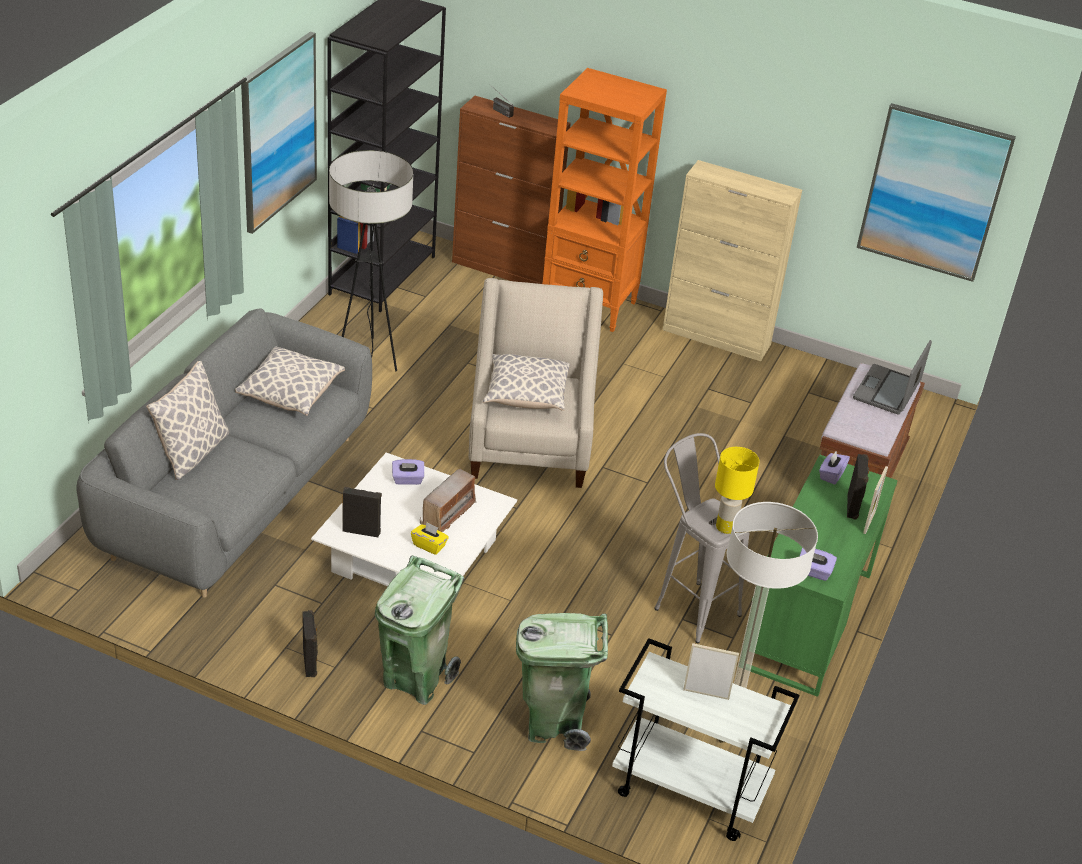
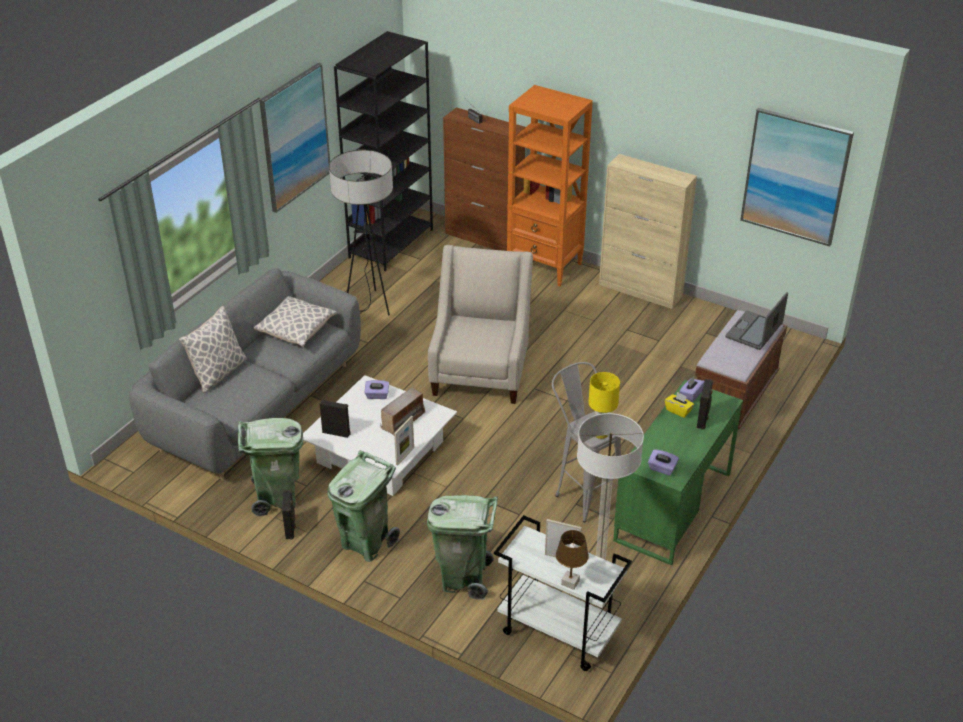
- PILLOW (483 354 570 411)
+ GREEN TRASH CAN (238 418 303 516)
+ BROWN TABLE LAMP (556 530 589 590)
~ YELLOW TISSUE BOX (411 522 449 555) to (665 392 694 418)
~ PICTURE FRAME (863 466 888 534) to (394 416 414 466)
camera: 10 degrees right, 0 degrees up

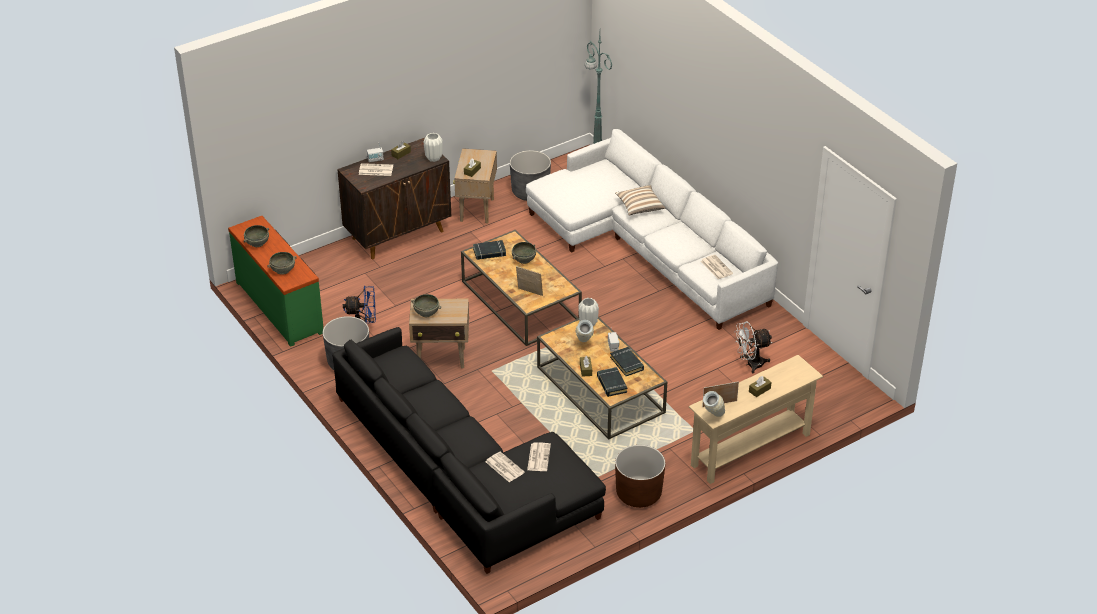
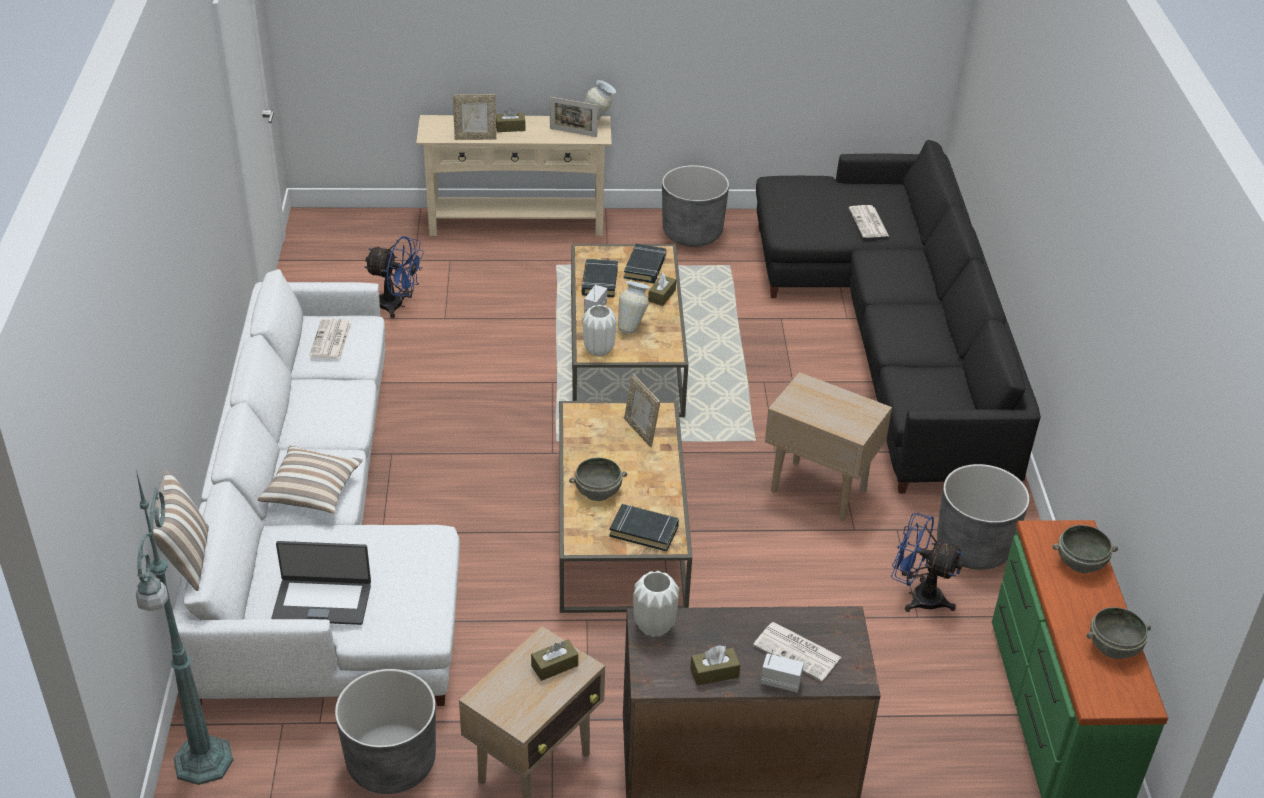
- GREY BOWL (411 294 441 317)
- NEWSPAPER (527 442 551 471)
+ PILLOW (153 470 209 591)
+ LAPTOP (271 541 371 625)
+ PICTURE FRAME (453 94 496 140)
~ BROWN PLANTER (615 445 665 508) to GREY PLANTER (662 165 729 247)
~ WHITE FAN (734 321 772 373) to BLUE FAN (364 236 424 318)
camera: 150 degrees left, 0 degrees up

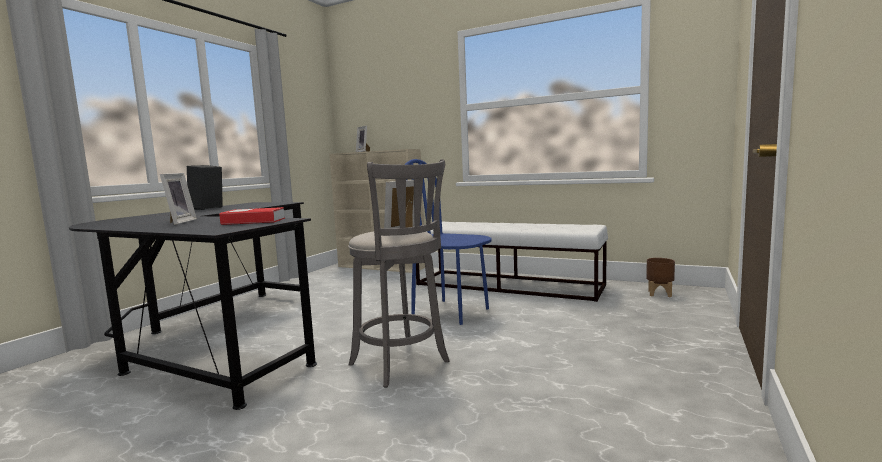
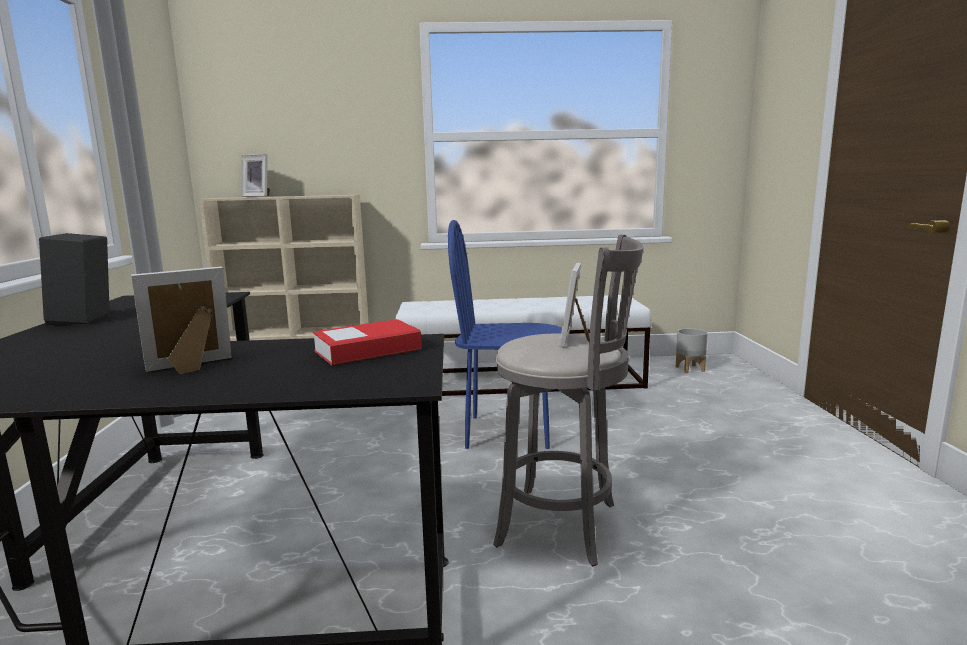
~ BROWN PLANTER (646 258 675 297) to GREY PLANTER (676 328 708 373)
~ PICTURE FRAME (160 173 197 225) = (131 266 232 374) 90 degrees counterclockwise
camera: 30 degrees left, 5 degrees up

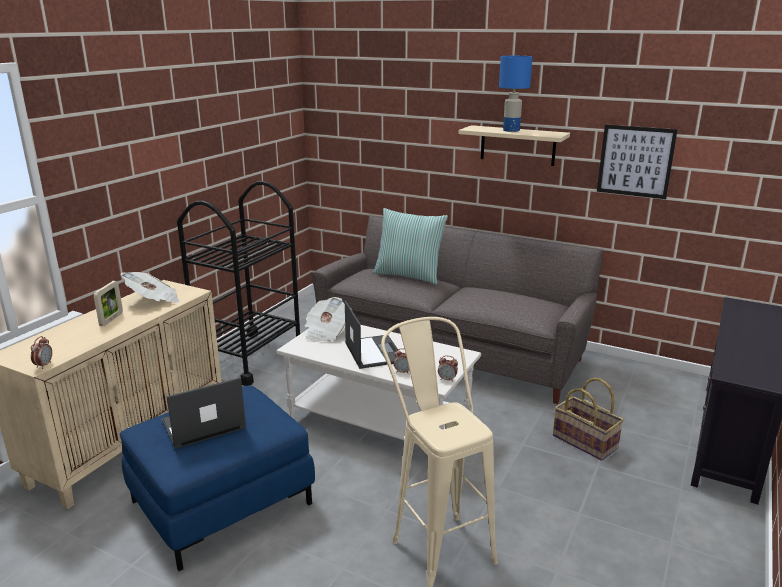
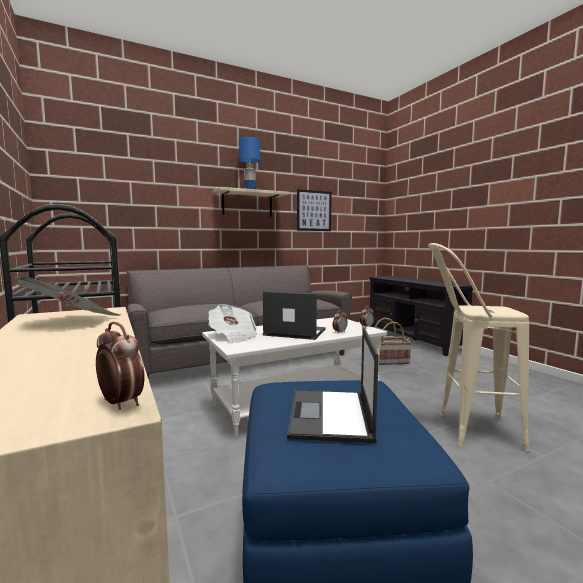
- PICTURE FRAME (94 281 123 326)
- PILLOW (373 208 448 285)
camera: 55 degrees left, 15 degrees down

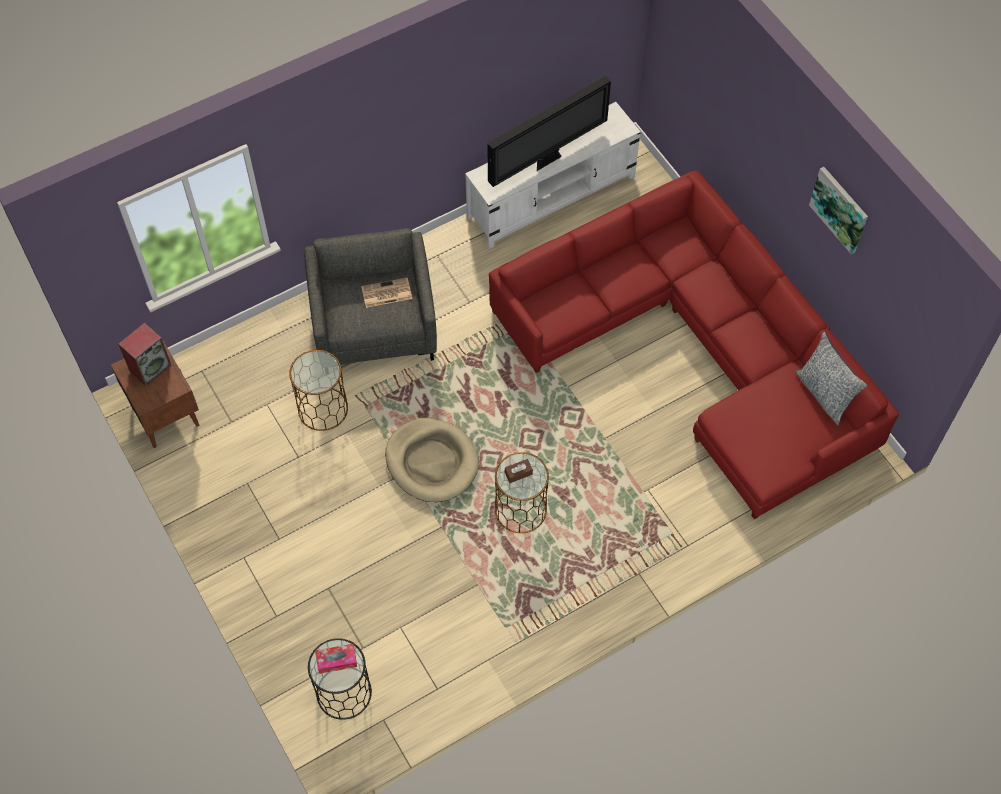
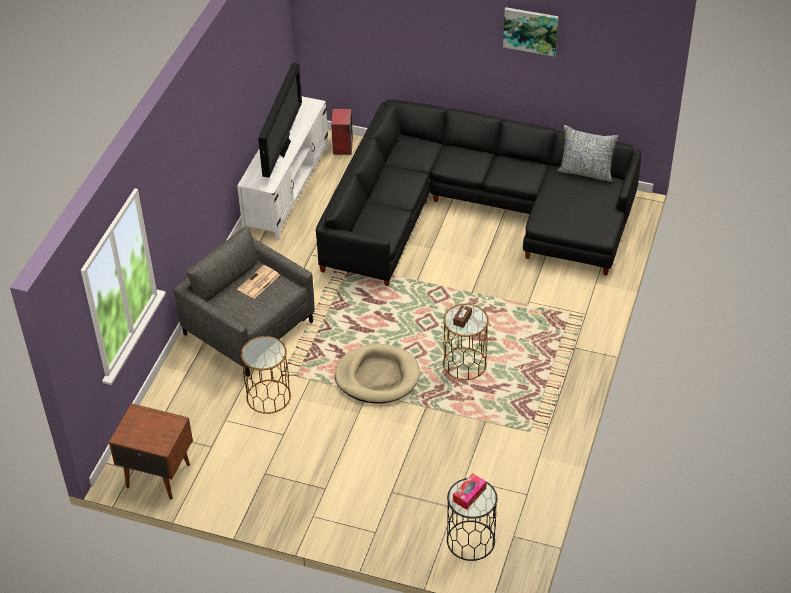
~ SPEAKER (118 323 172 386) to (331 109 353 155)
~ RED SOFA (489 170 899 519) to BLACK SOFA (316 99 641 286)
camera: 40 degrees left, 15 degrees down

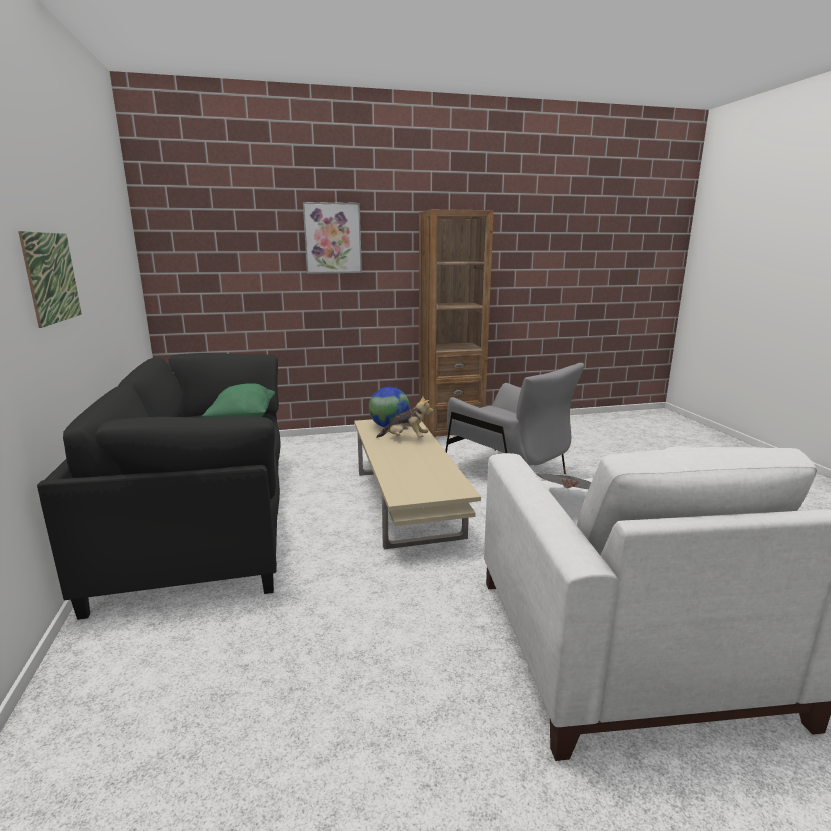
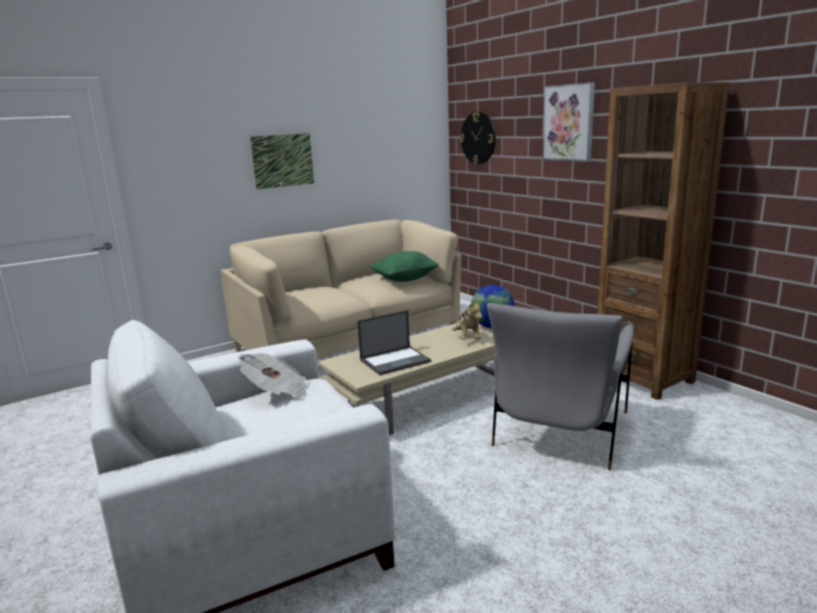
+ LAPTOP (357 310 431 375)
+ WALL CLOCK (460 112 496 164)
~ BLACK SOFA (37 353 281 620) to BEIGE SOFA (221 220 462 359)
camera: 70 degrees right, 0 degrees up

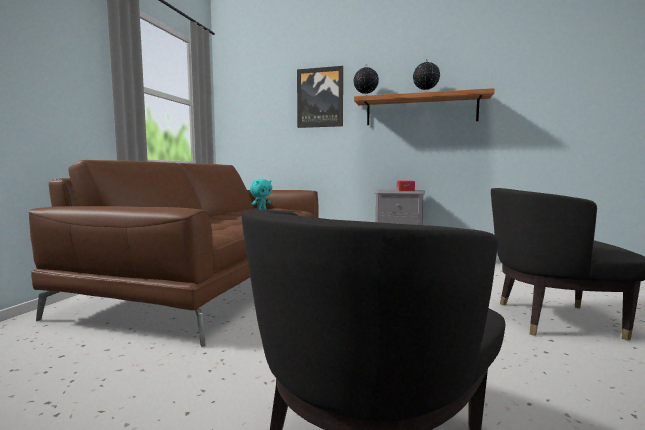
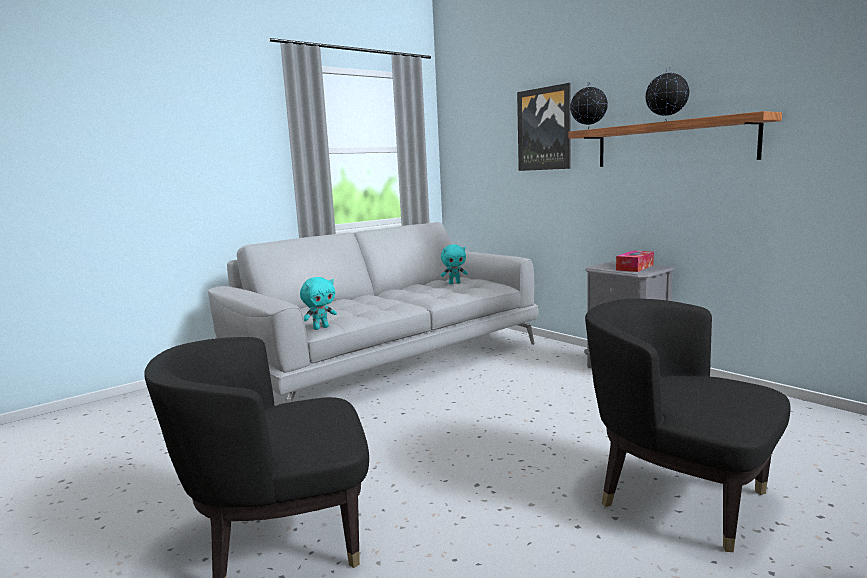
+ TURQUOISE PLUSH TOY (300 277 337 330)
~ BROWN SOFA (28 160 319 347) to GREY SOFA (208 222 539 403)
camera: 35 degrees right, 5 degrees up

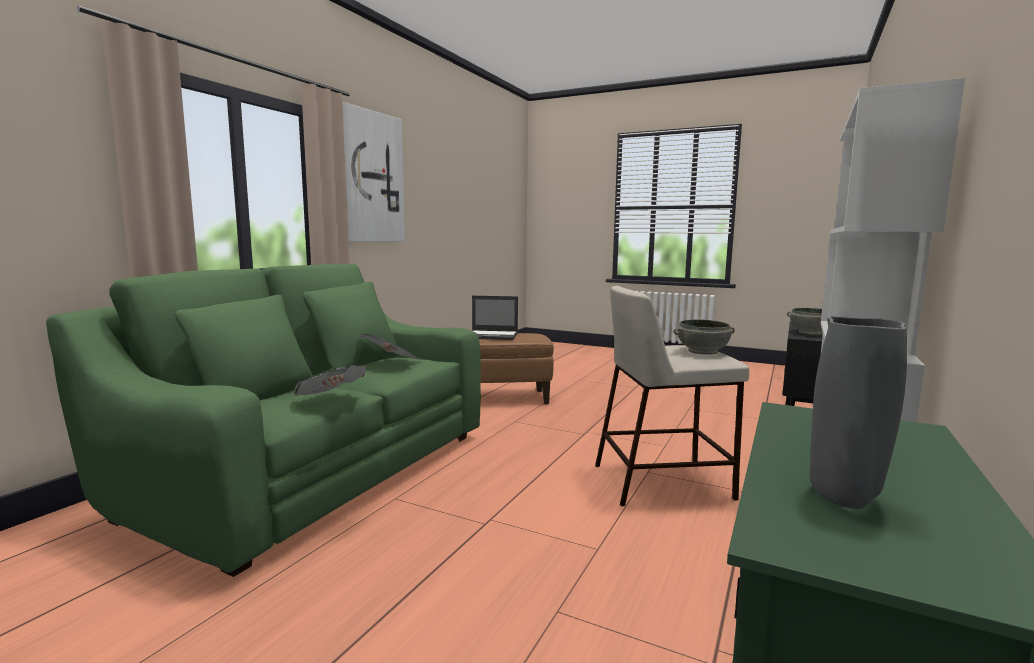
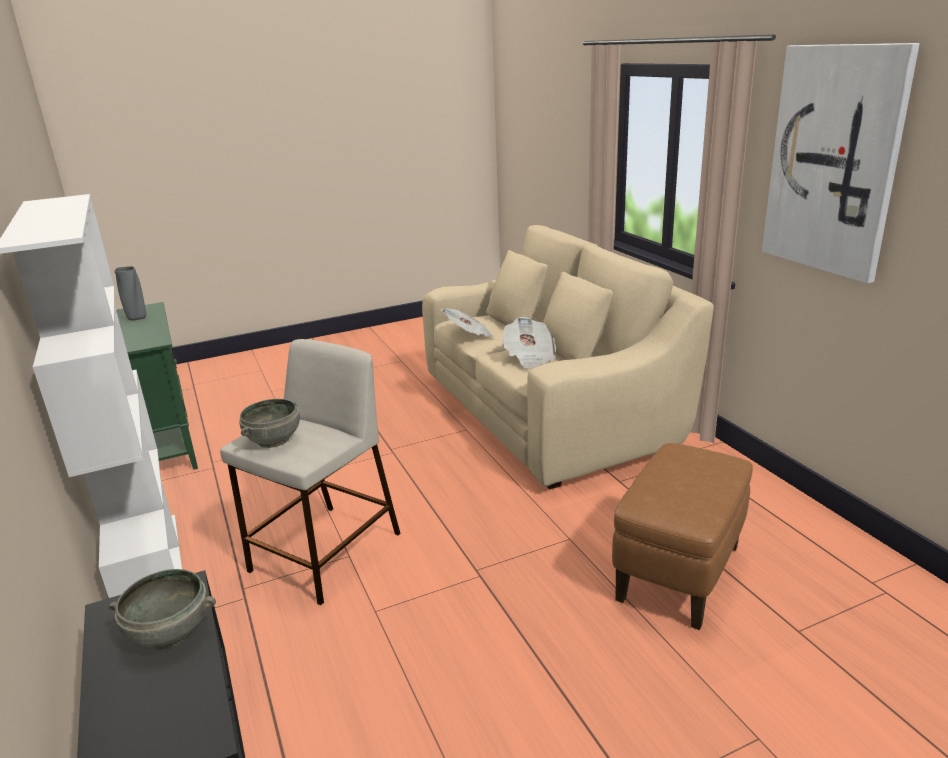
- LAPTOP (472 296 518 340)
~ GREEN SOFA (46 264 481 577) to BEIGE SOFA (422 225 714 490)
camera: 130 degrees right, 15 degrees up

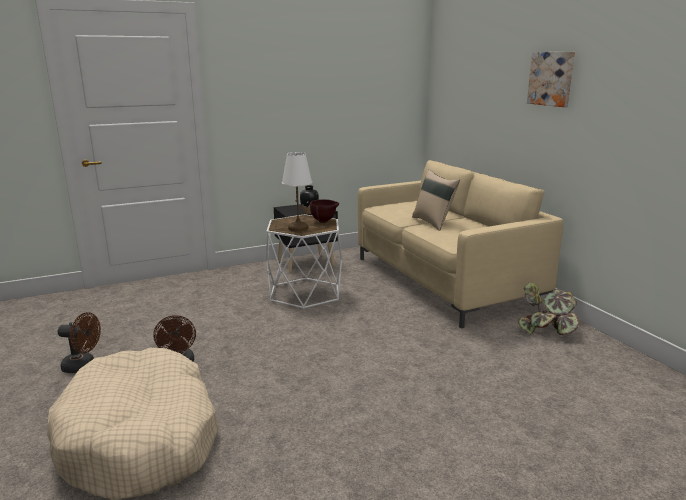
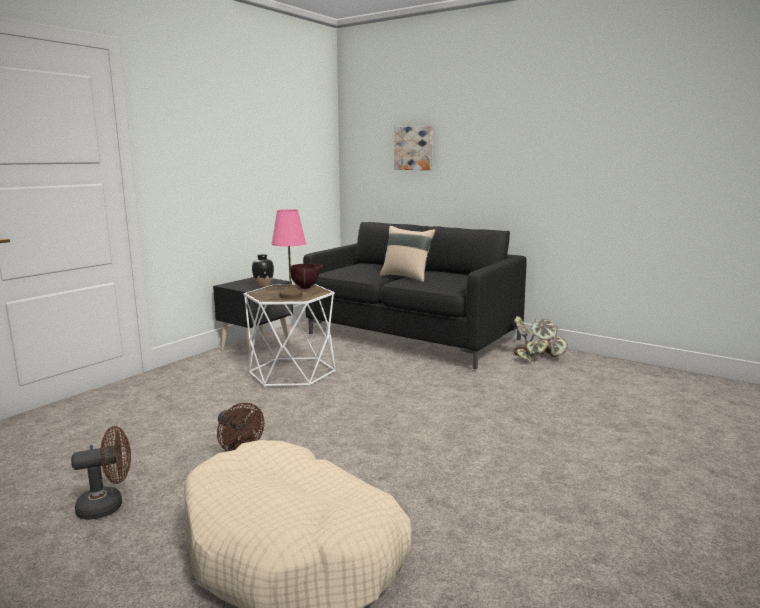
~ PICTURE (527 52 575 107) to (394 126 433 170)
~ WHITE TABLE LAMP (282 152 312 232) to PINK TABLE LAMP (271 209 306 299)
~ BEIGE SOFA (358 160 563 329) to BLACK SOFA (303 222 527 370)
camera: 30 degrees left, 5 degrees down

